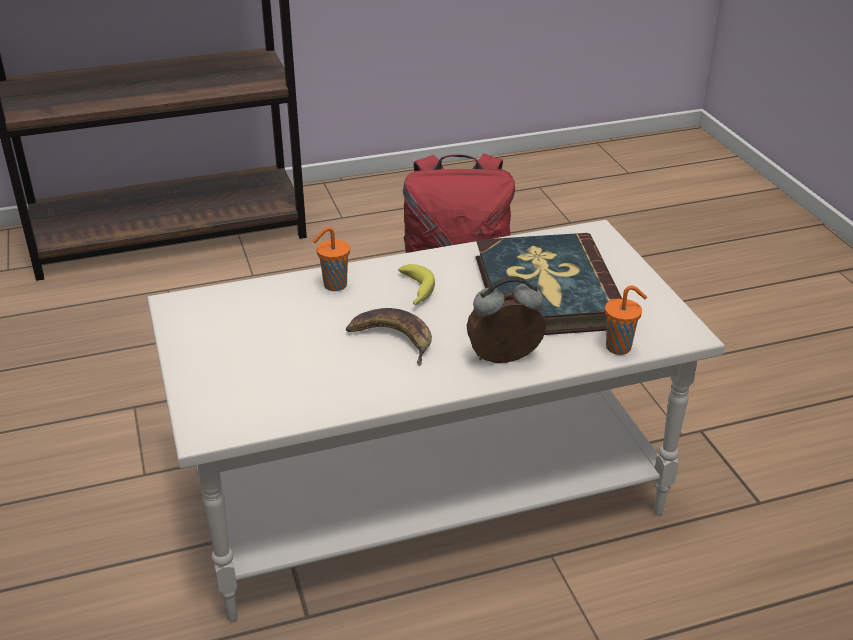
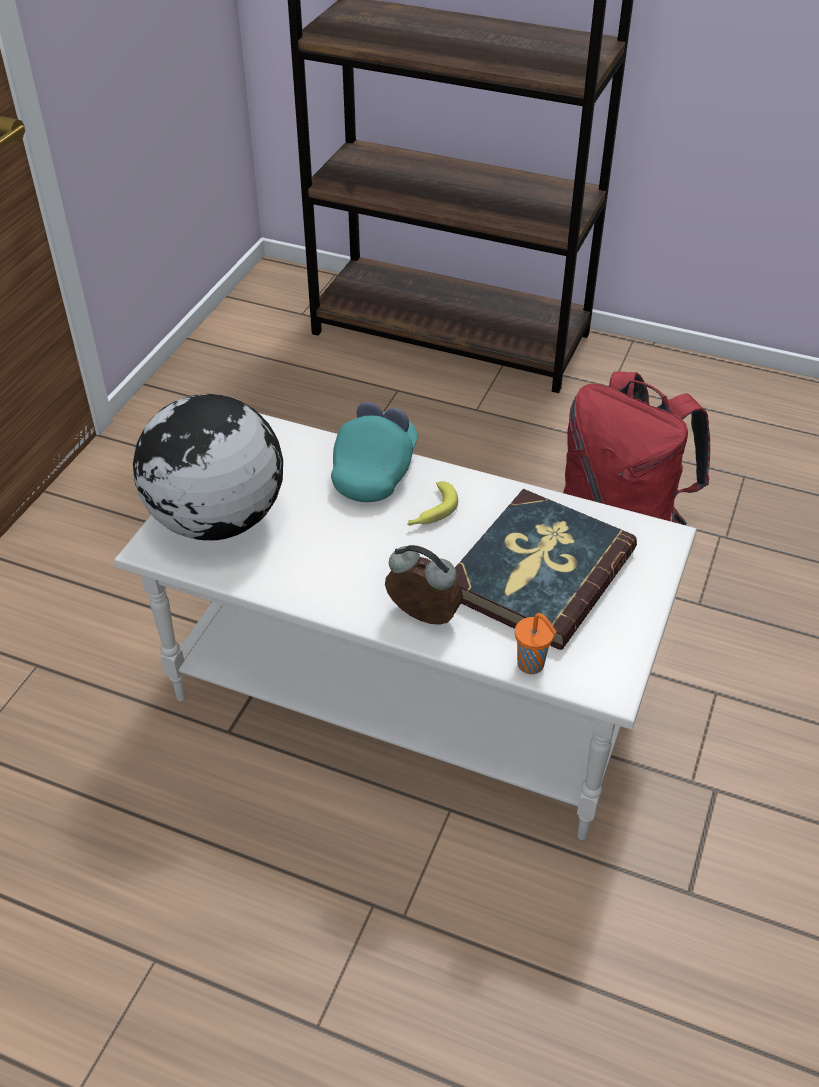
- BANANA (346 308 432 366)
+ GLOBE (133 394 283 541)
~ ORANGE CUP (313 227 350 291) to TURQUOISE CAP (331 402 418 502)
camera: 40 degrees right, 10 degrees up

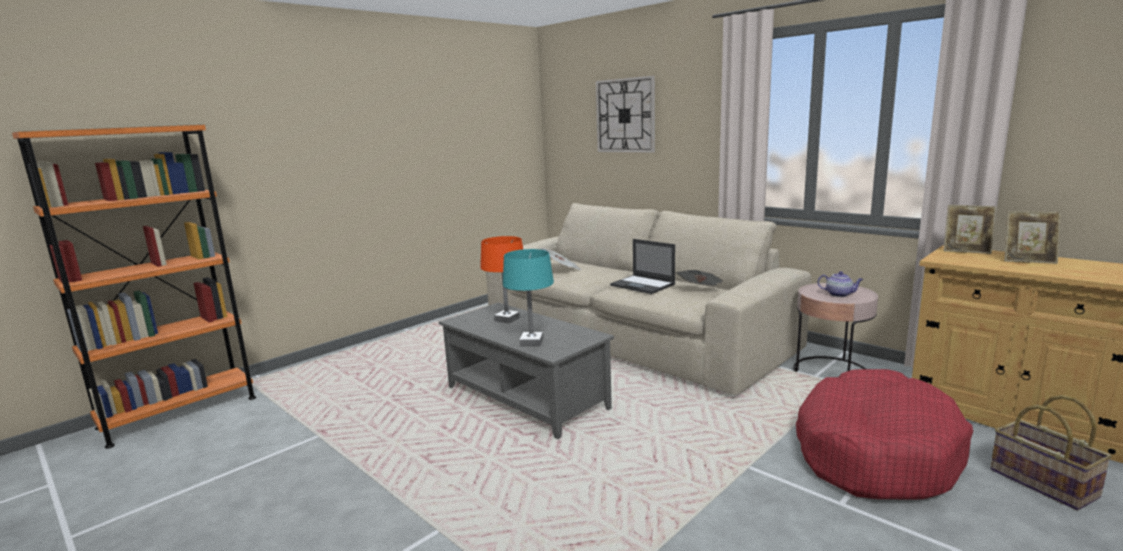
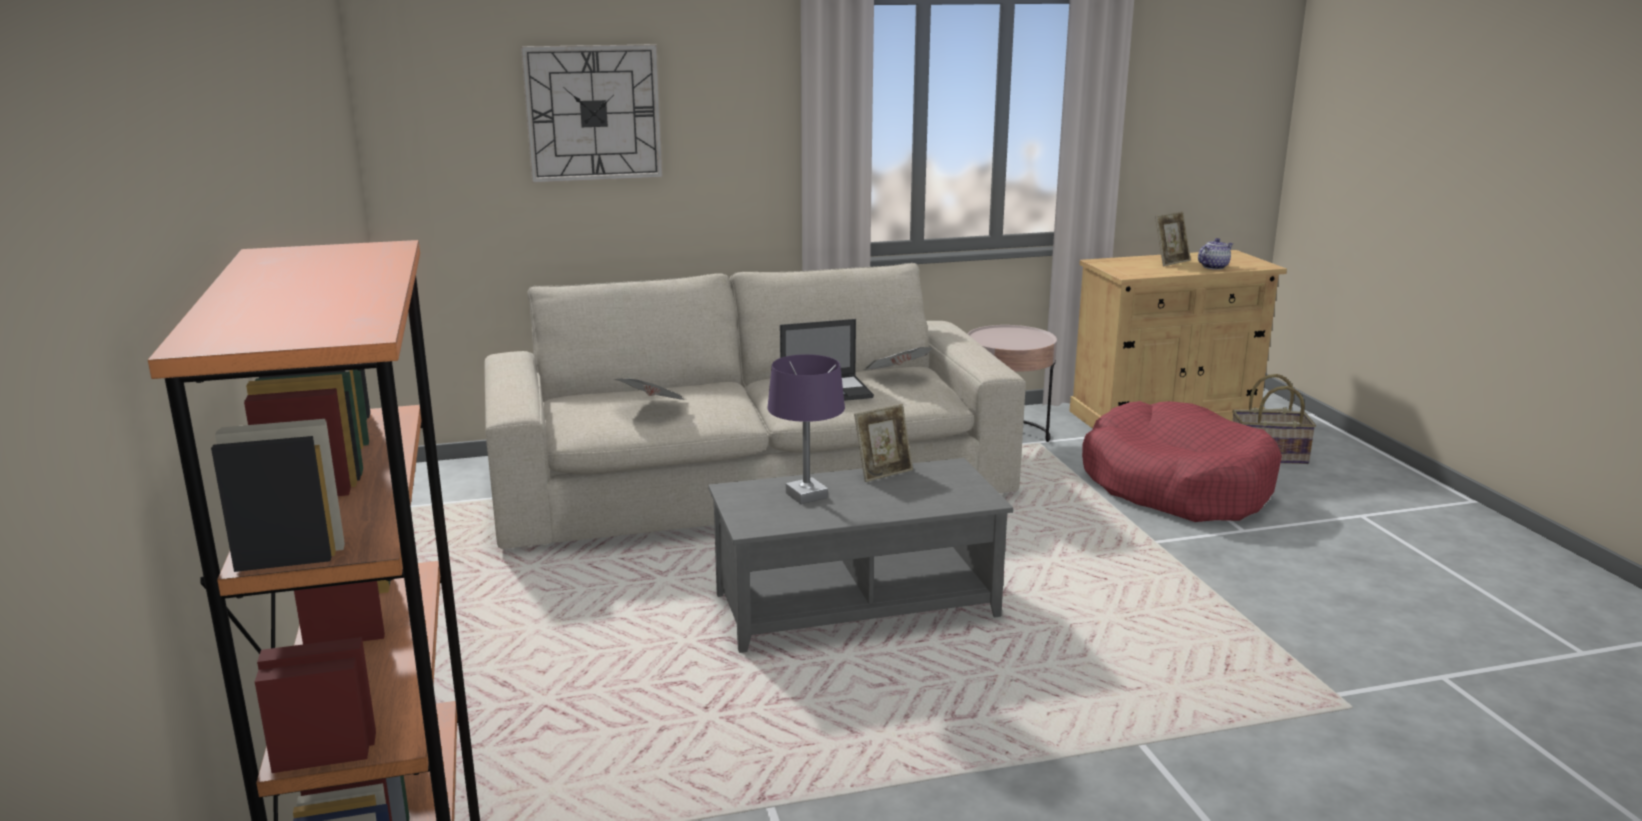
- TURQUOISE TABLE LAMP (503 249 554 346)
~ TEAPOT (818 271 863 297) to (1198 238 1234 270)
~ PICTURE FRAME (944 205 996 254) to (854 404 913 482)
~ ORANGE TABLE LAMP (480 236 523 324) to PURPLE TABLE LAMP (768 354 845 504)
camera: 60 degrees left, 5 degrees up

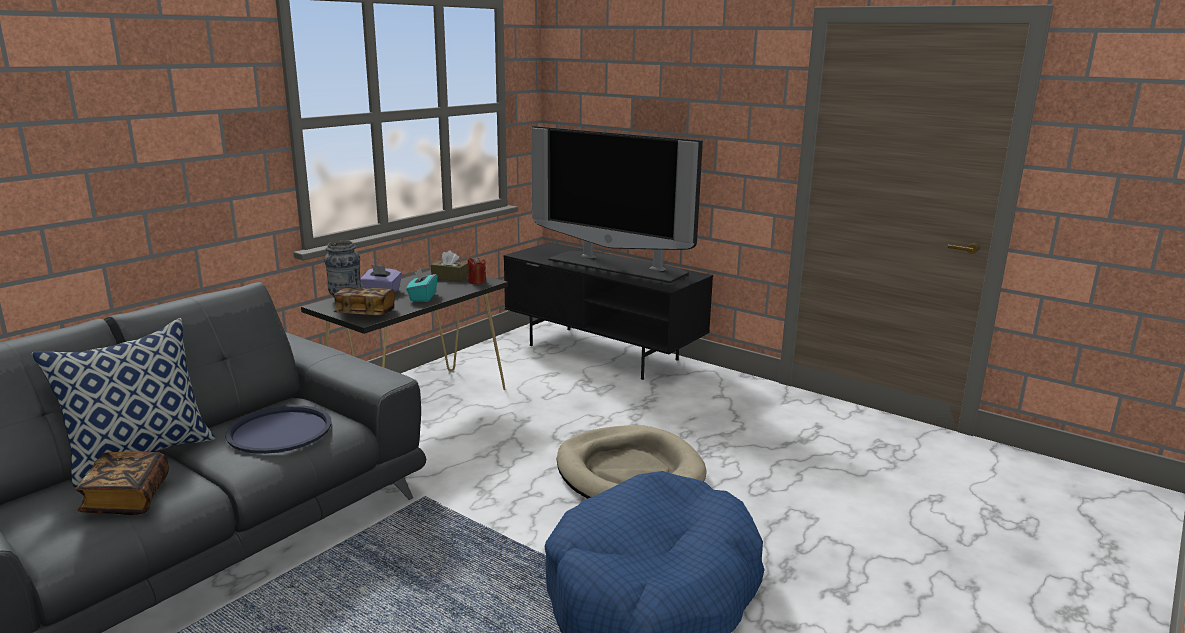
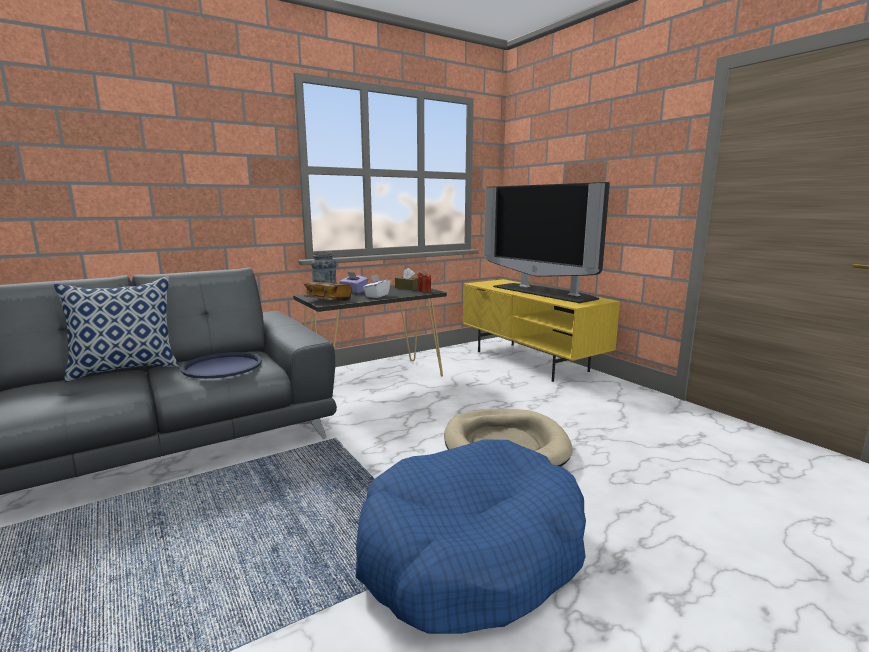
- BOOK (75 452 169 515)
~ TURQUOISE TISSUE BOX (406 268 438 302) to WHITE TISSUE BOX (363 274 390 298)
~ BLACK TV STAND (504 242 713 380) to YELLOW TV STAND (463 279 620 382)
camera: 20 degrees right, 5 degrees down

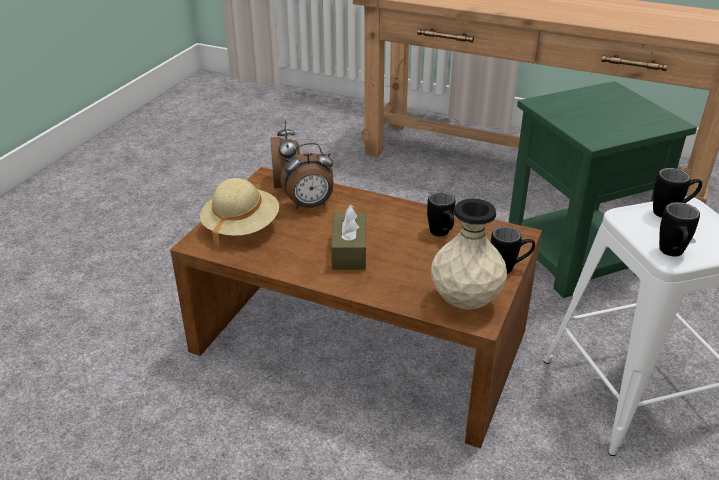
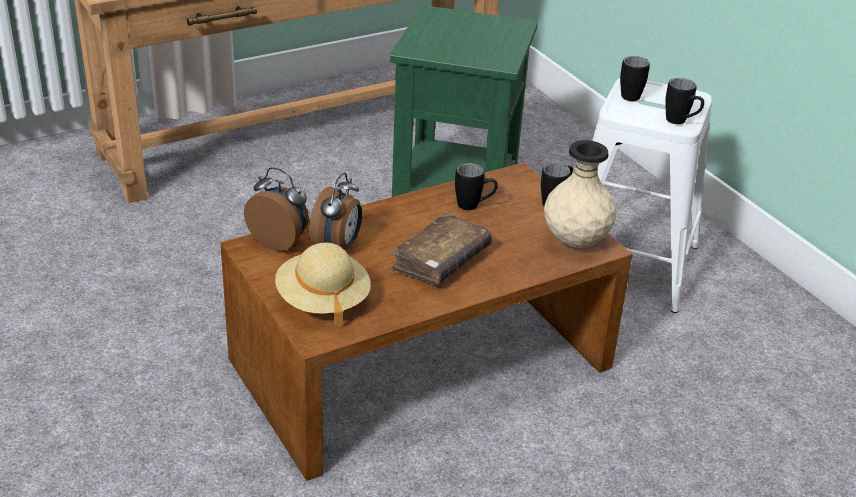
~ BROWN TISSUE BOX (331 204 366 270) to BROWN BOOK (390 212 492 285)
camera: 55 degrees left, 0 degrees up

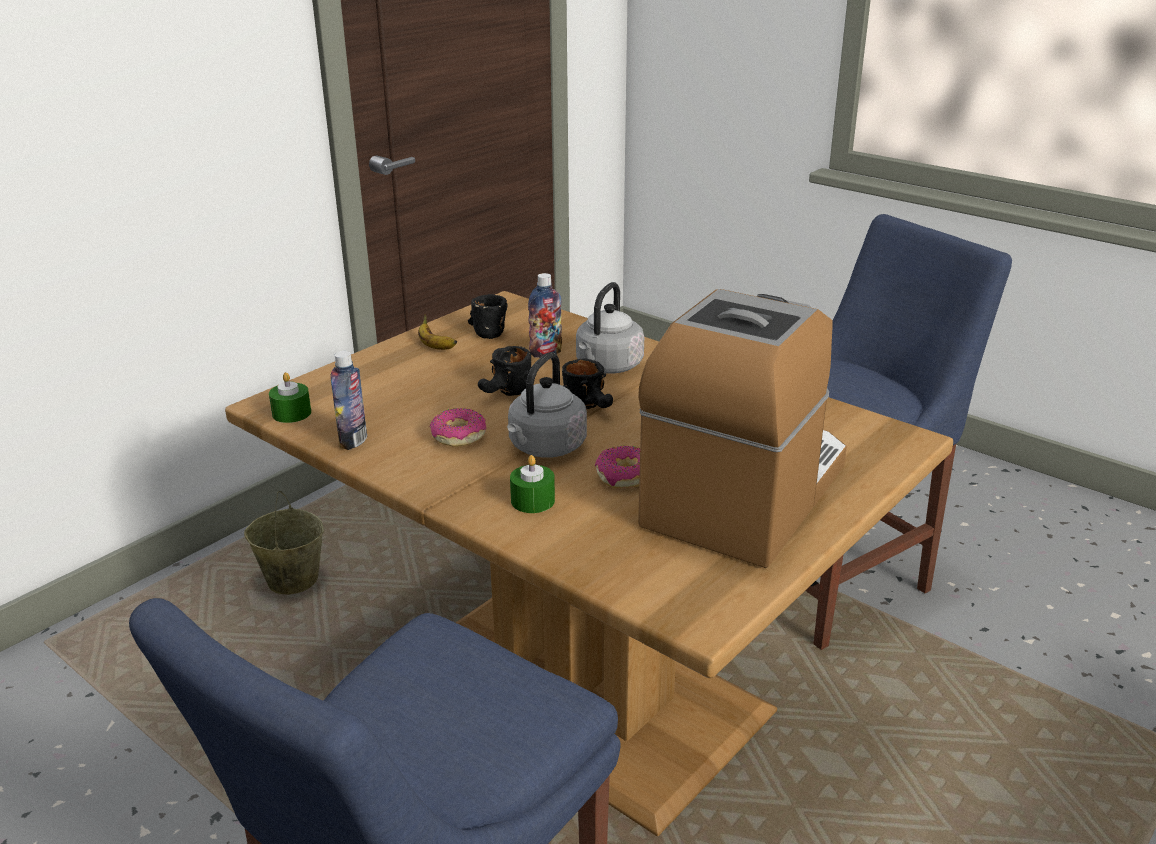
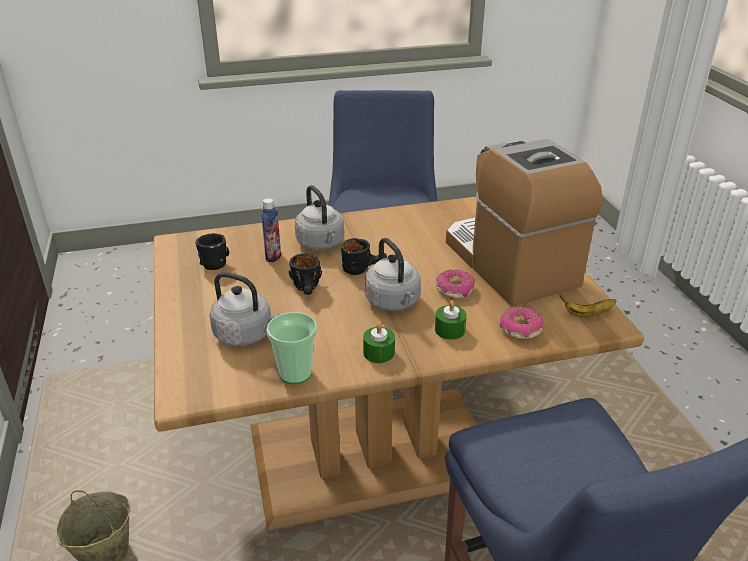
+ GREY KETTLE (210 272 280 346)
~ GREEN CANDLE (269 372 311 423) to (363 322 395 363)
~ BANANA (418 314 458 350) to (559 295 616 317)
~ DONUT (430 408 486 447) to (500 307 543 339)
~ BOTTLE (331 351 367 450) to CUP (266 312 317 384)
camera: 55 degrees left, 5 degrees up

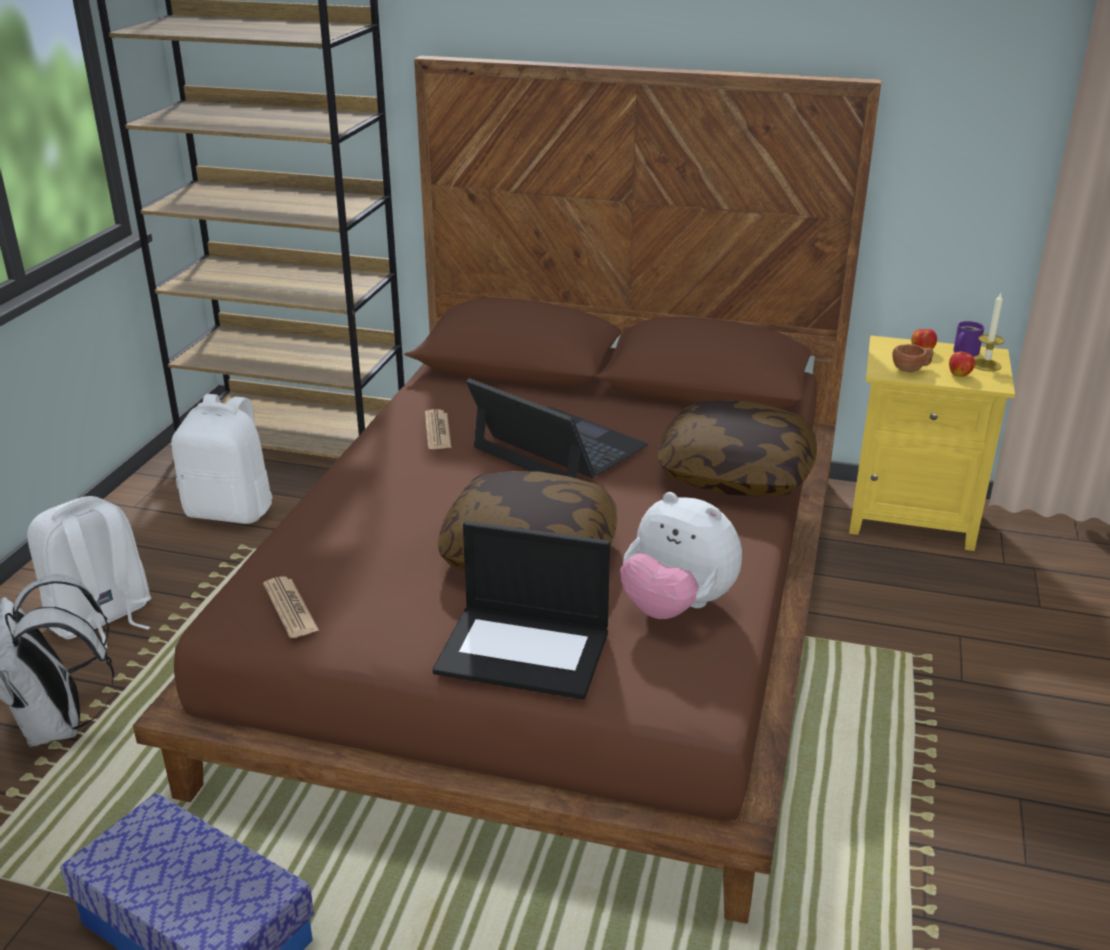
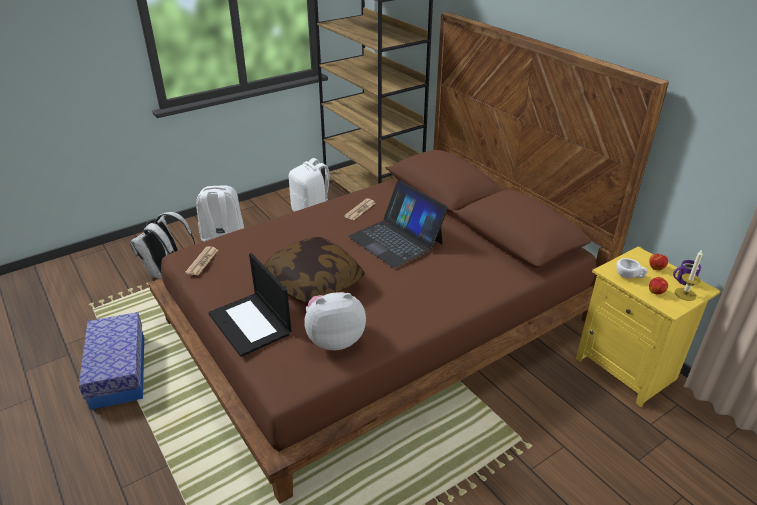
- PILLOW (658 400 817 496)
~ BROWN CUP (892 344 933 372) to WHITE CUP (616 258 648 279)
~ LAPTOP (466 378 648 479) = (348 180 448 268) 150 degrees clockwise
~ PLUSH TOY (620 492 742 619) = (304 292 366 350) 90 degrees clockwise
camera: 40 degrees right, 5 degrees up

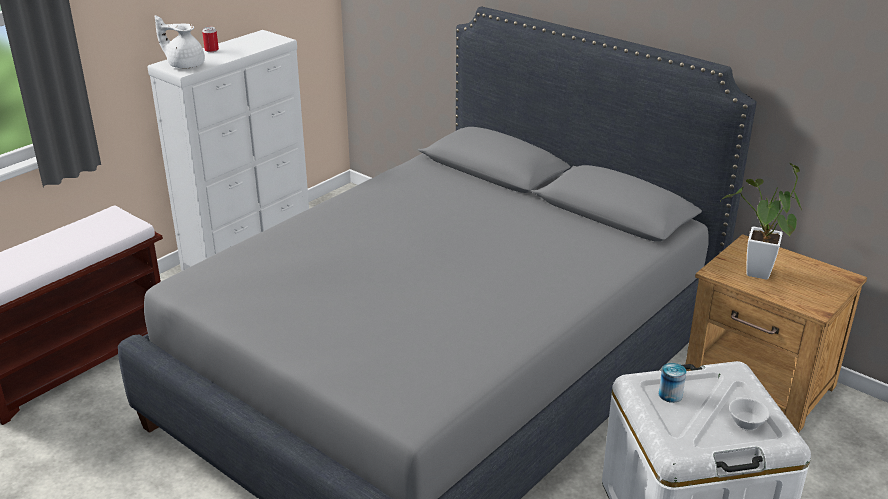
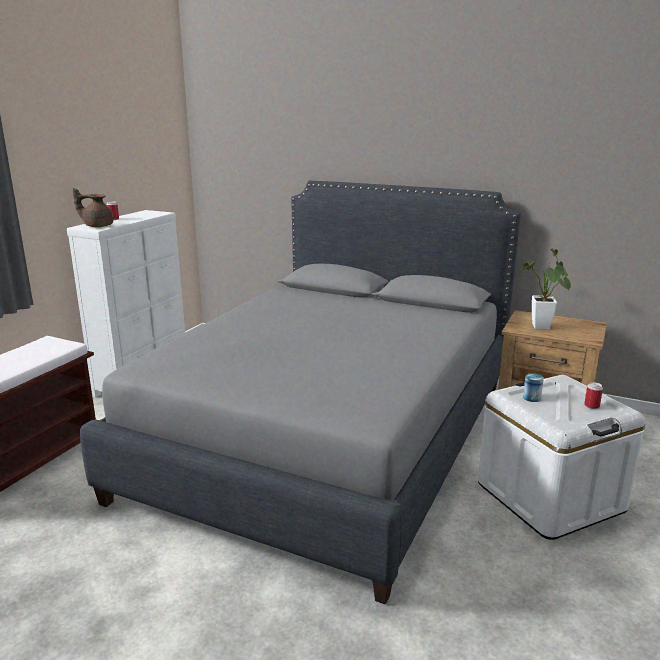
~ WHITE CUP (729 397 770 431) to CAN (584 382 603 409)
~ WHITE TEAPOT (154 15 205 69) to BROWN TEAPOT (73 188 113 227)
camera: 15 degrees left, 10 degrees down

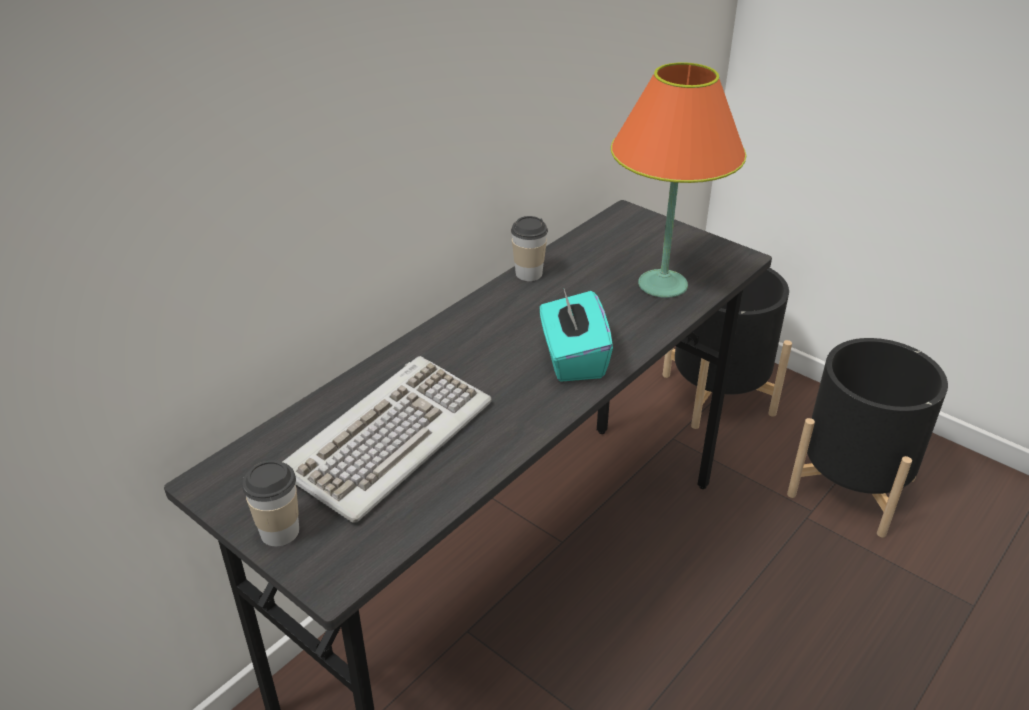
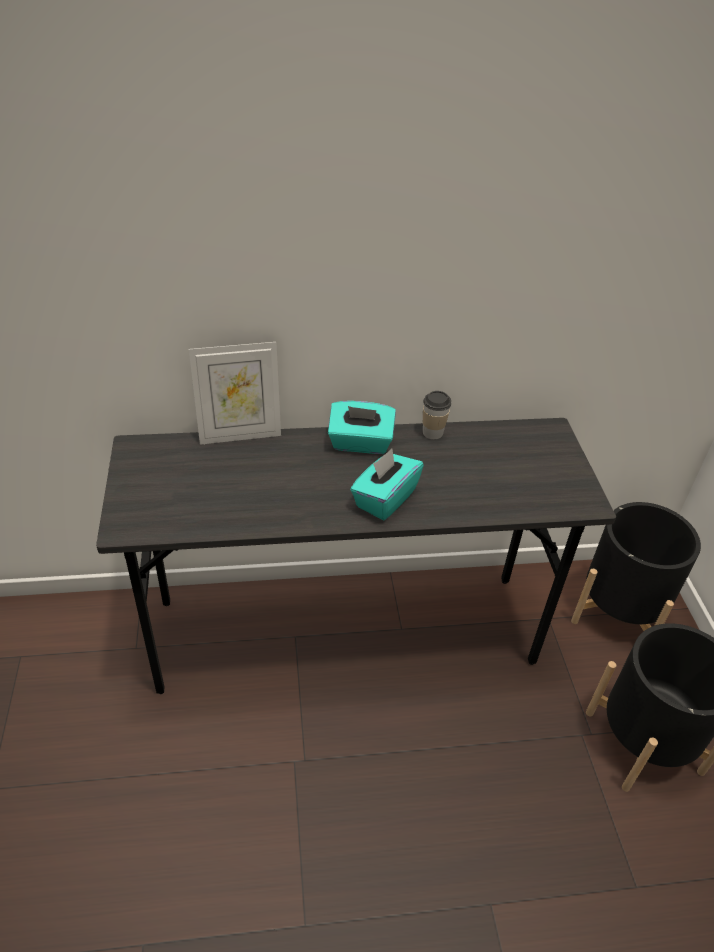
- CUP (242 460 299 546)
- KEYBOARD (283 356 492 523)
- ORANGE TABLE LAMP (611 62 746 298)
+ PICTURE FRAME (189 342 281 445)
+ TURQUOISE TISSUE BOX (328 401 396 454)
camera: 40 degrees right, 5 degrees up

